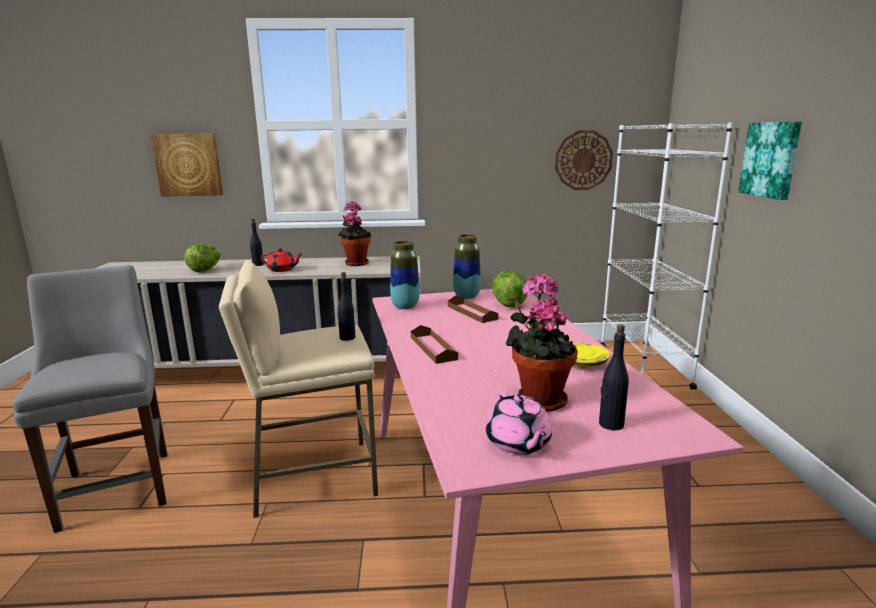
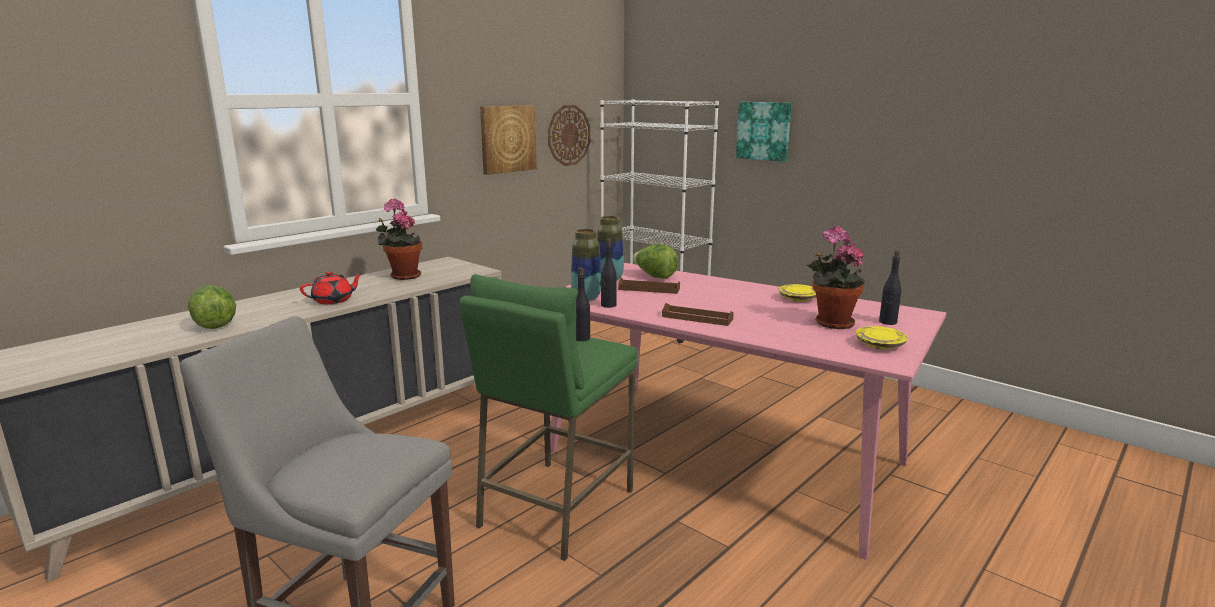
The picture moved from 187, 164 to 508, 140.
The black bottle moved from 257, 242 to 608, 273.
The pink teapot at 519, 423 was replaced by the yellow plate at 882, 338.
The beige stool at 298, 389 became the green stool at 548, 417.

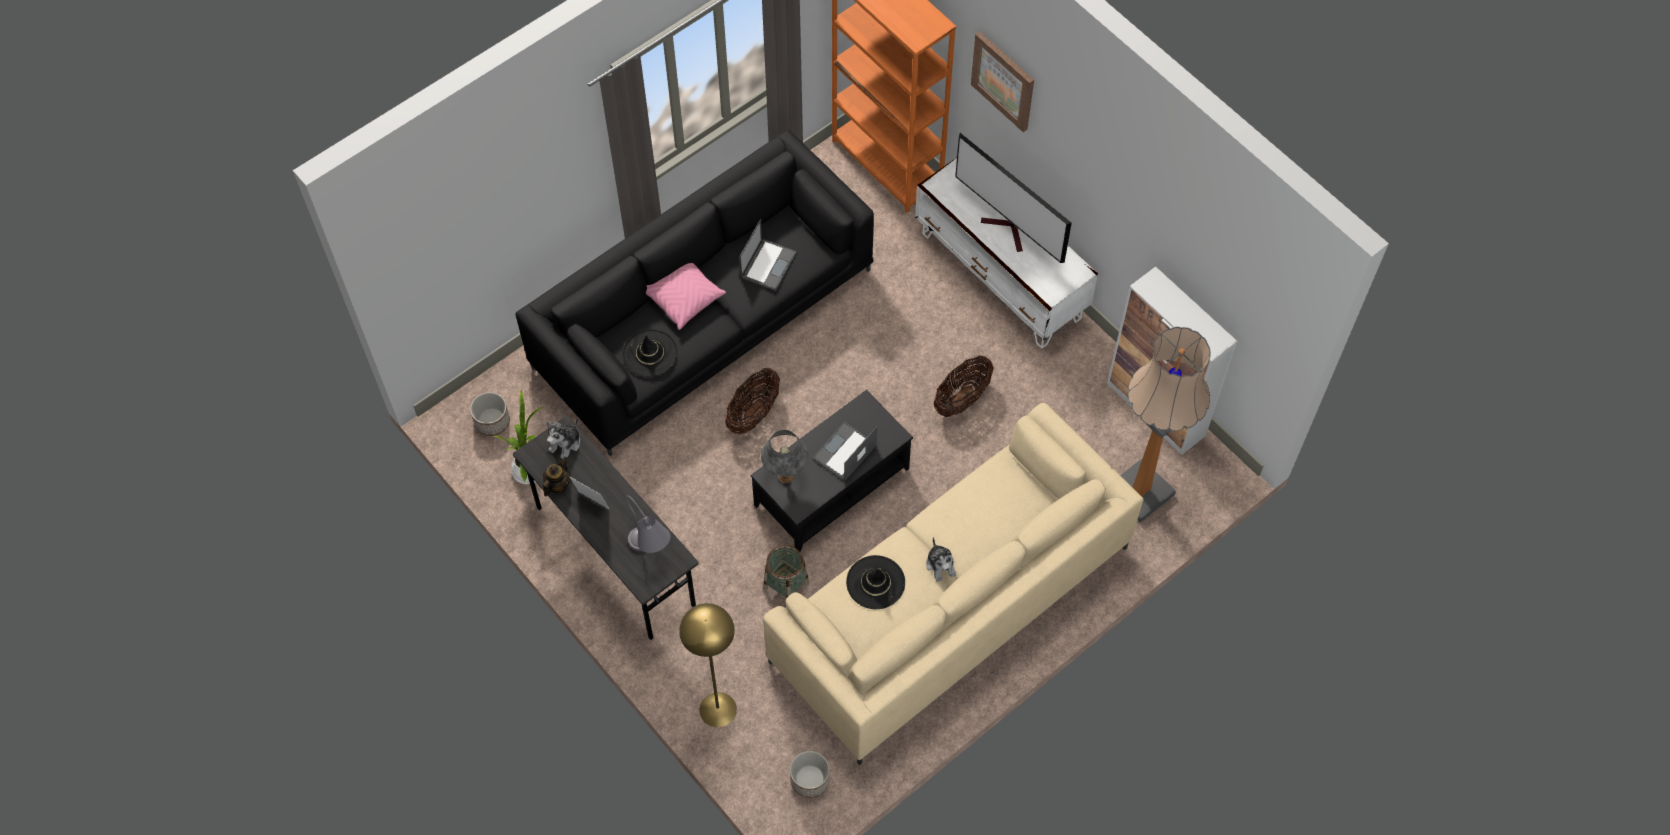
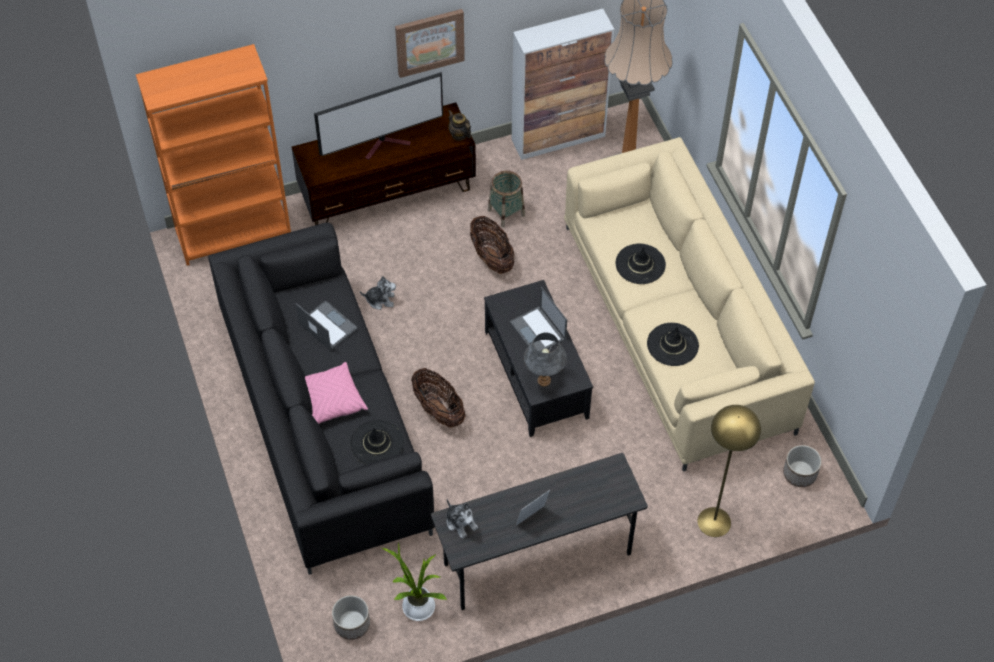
The grey table lamp at 648, 524 disappeared.
The black hat at 641, 264 appeared.
The teapot moved from 556, 476 to 459, 125.
The basket moved from 786, 572 to 506, 199.
The plush toy moved from 941, 559 to 378, 293.
The picture moved from 1002, 81 to 430, 43.
The white tv stand at 1006, 253 became the brown tv stand at 384, 164.

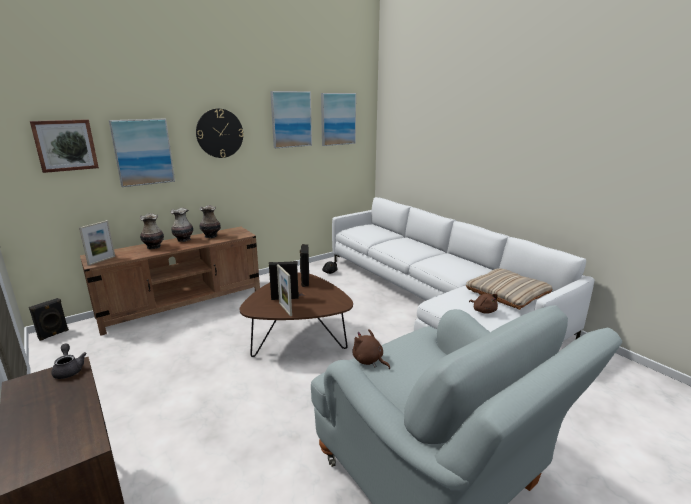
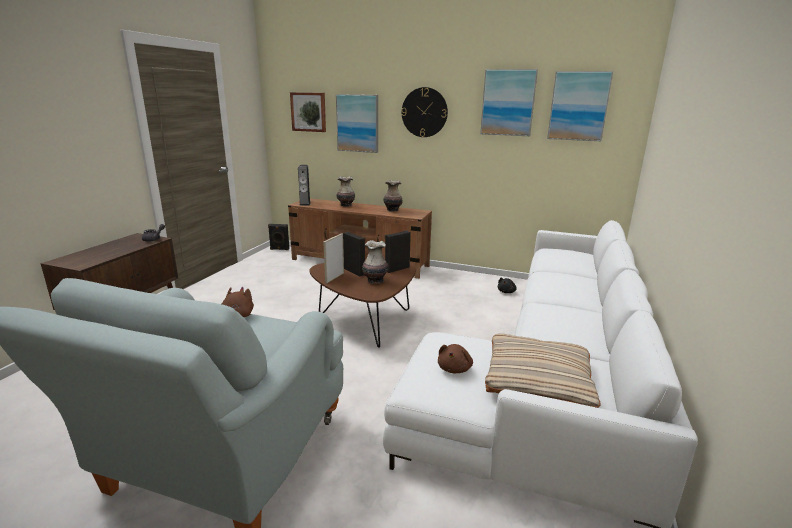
The vase moved from 182, 225 to 375, 262.
The picture frame at 97, 243 was replaced by the speaker at 304, 185.

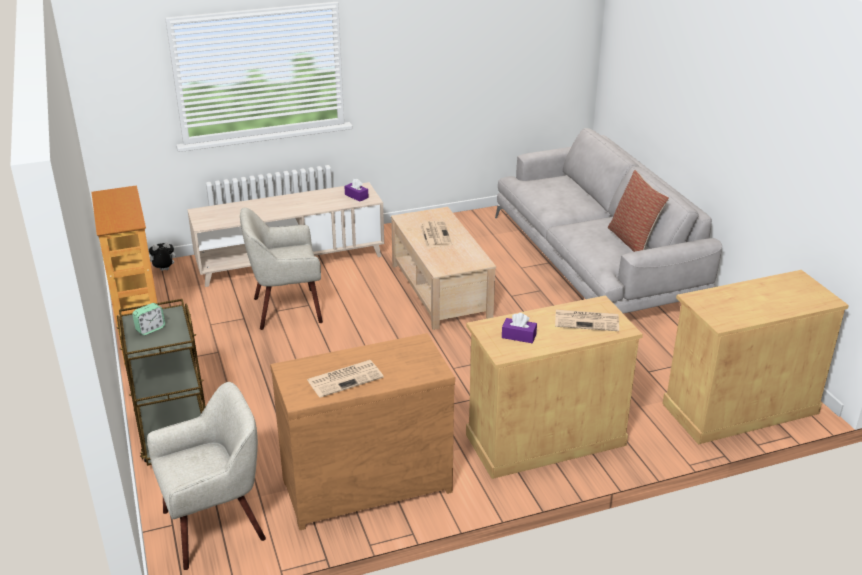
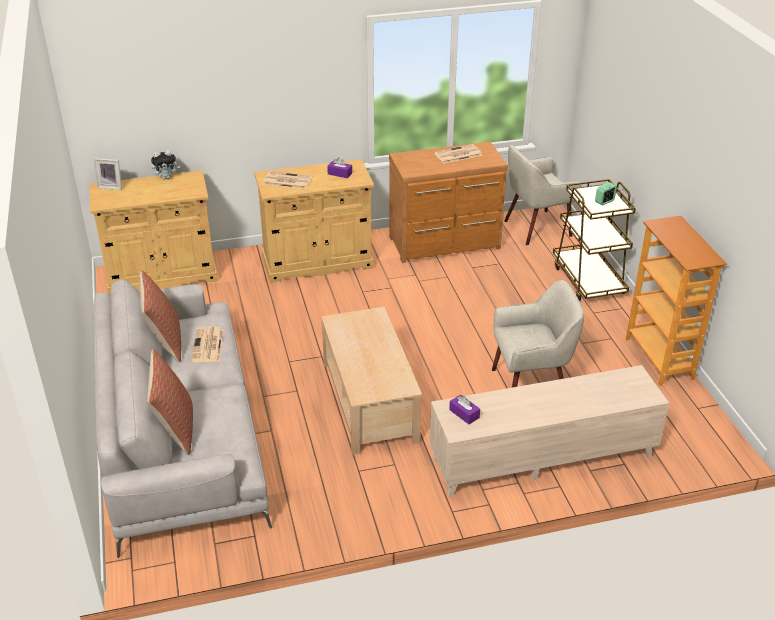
The picture frame at 108, 174 appeared.
The pillow at 170, 402 appeared.
The plush toy moved from 162, 256 to 165, 165.
The newspaper moved from 436, 234 to 207, 344.

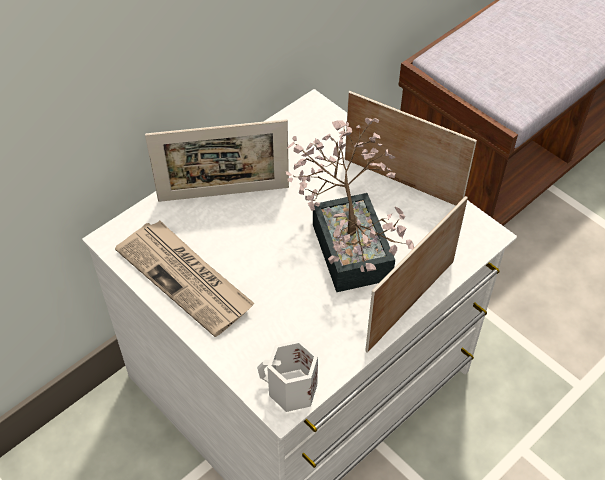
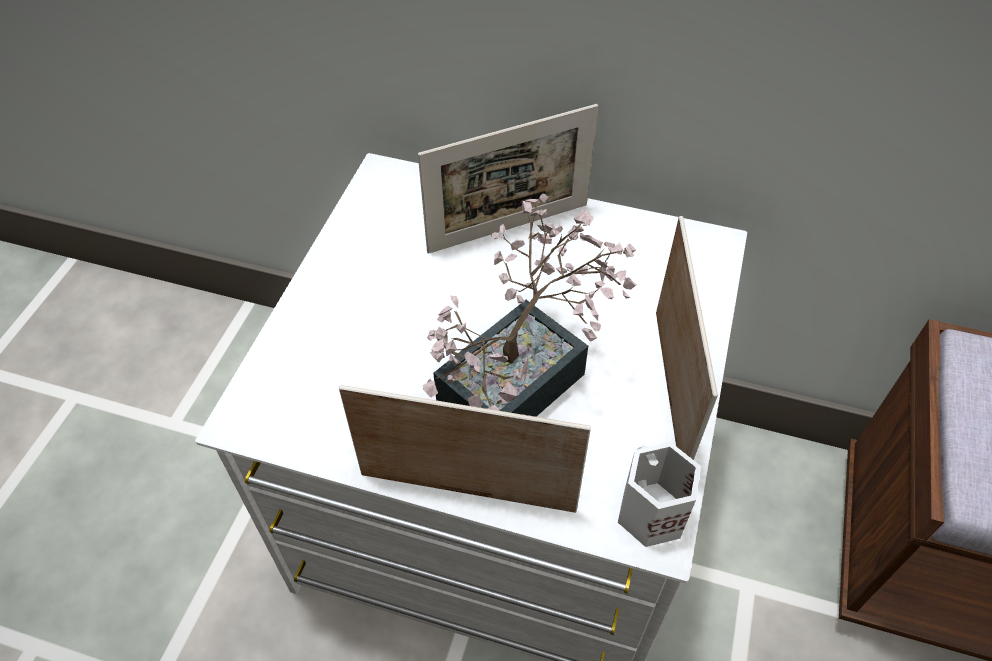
The newspaper at 184, 279 disappeared.
The white mug moved from 287, 376 to 659, 494.
The picture frame at 217, 160 turned 75 degrees counterclockwise.

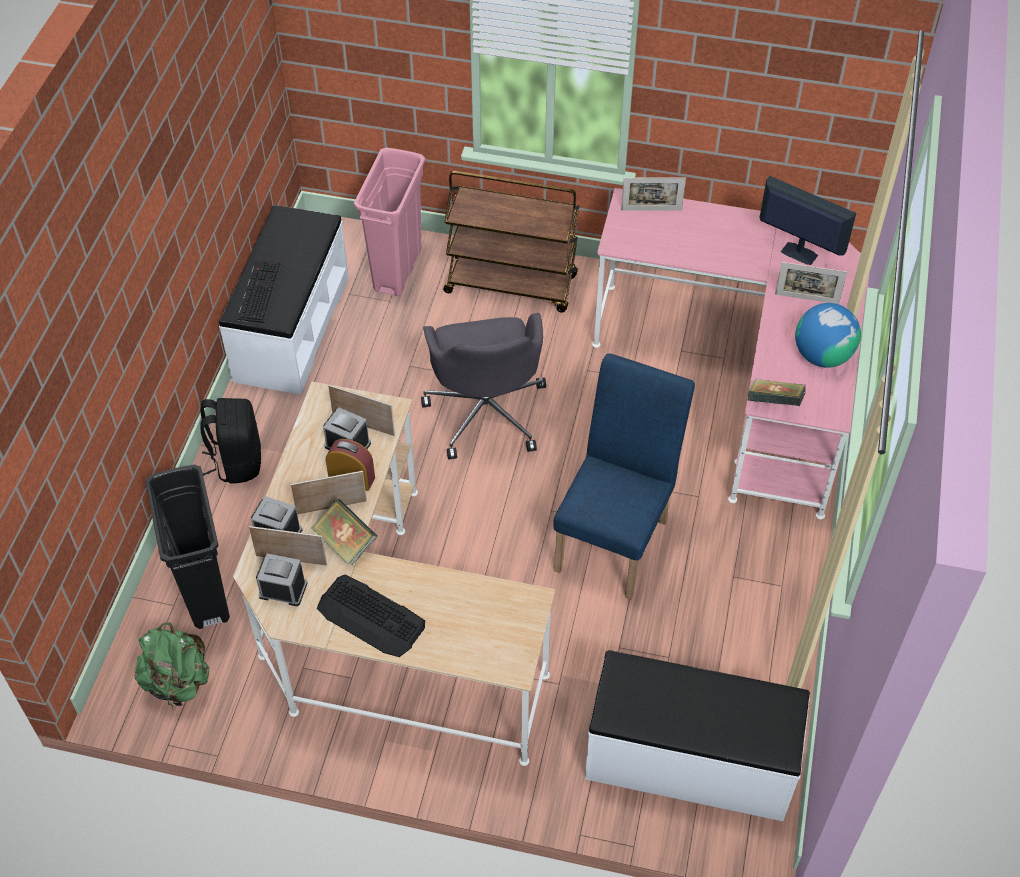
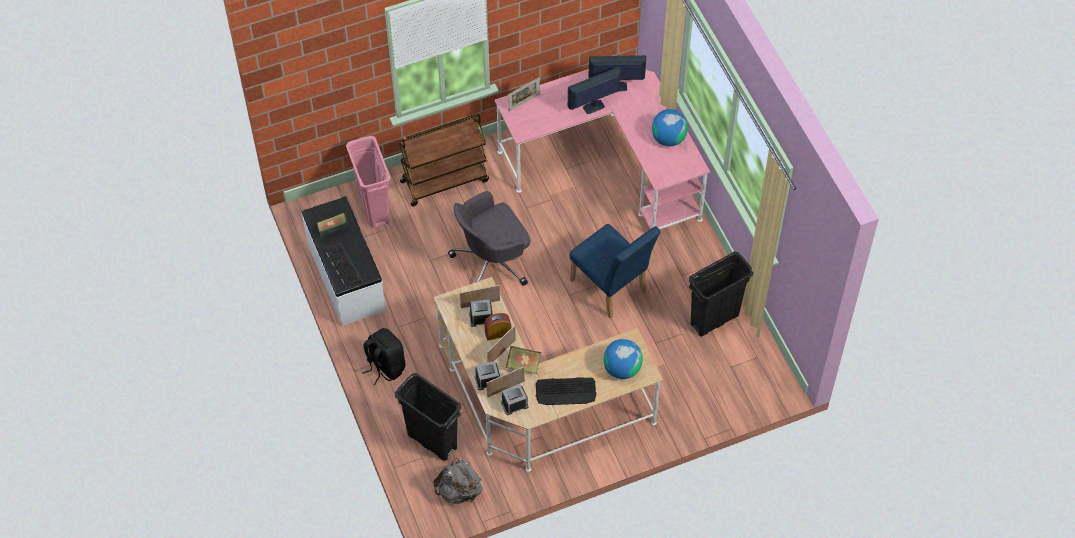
The white bench at 697, 735 disappeared.
The picture frame at 811, 283 disappeared.
The monitor at 594, 90 appeared.
The globe at 623, 359 appeared.
The black trash can at 720, 293 appeared.
The book moved from 777, 392 to 332, 225.
The green backpack at 172, 665 became the grey backpack at 458, 481.
The grey office chair at 483, 386 turned 105 degrees clockwise.
The blue chair at 624, 476 turned 150 degrees clockwise.

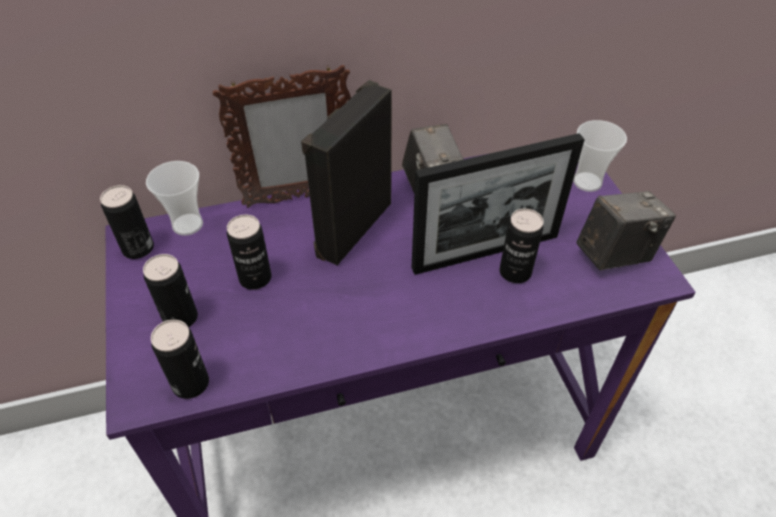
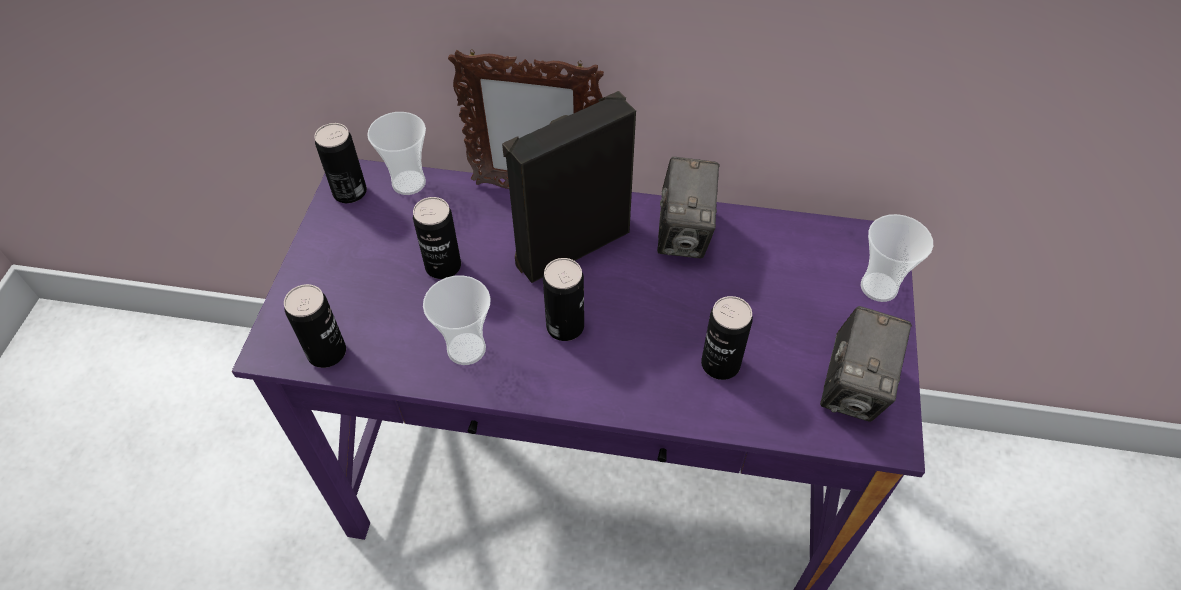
The picture frame at 498, 204 disappeared.
The cup at 457, 320 appeared.
The can moved from 170, 291 to 563, 299.
The photo camera at 626, 230 turned 105 degrees clockwise.

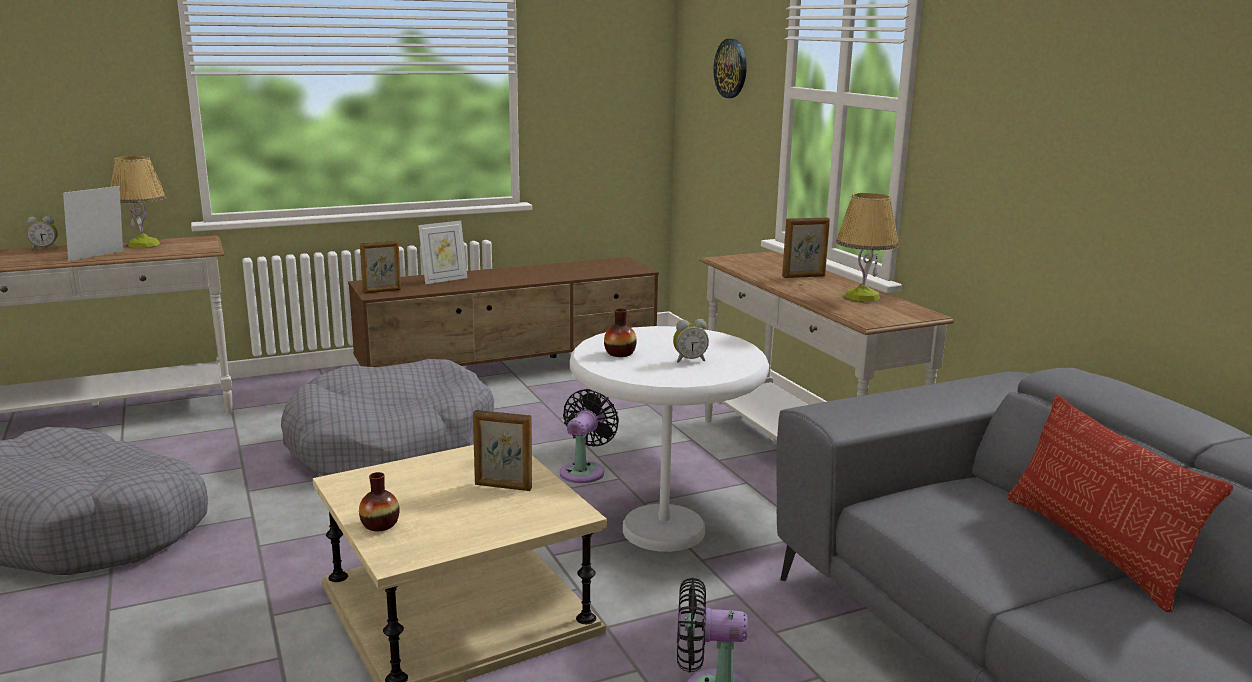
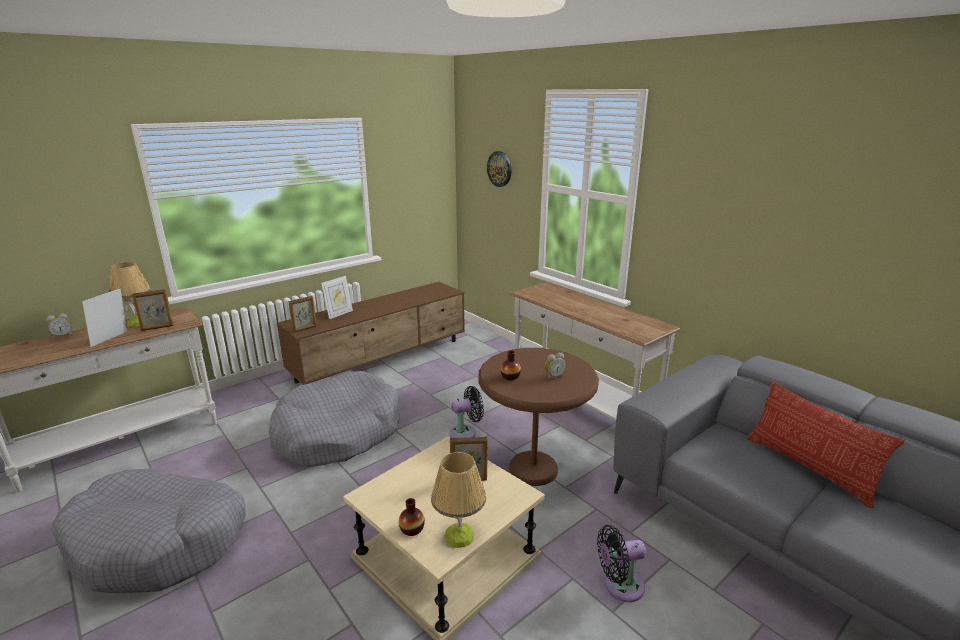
The picture frame moved from 806, 247 to 153, 310.
The table lamp moved from 867, 247 to 458, 500.
The white side table at 669, 439 became the brown side table at 538, 417.
The black fan at 589, 436 turned 60 degrees clockwise.

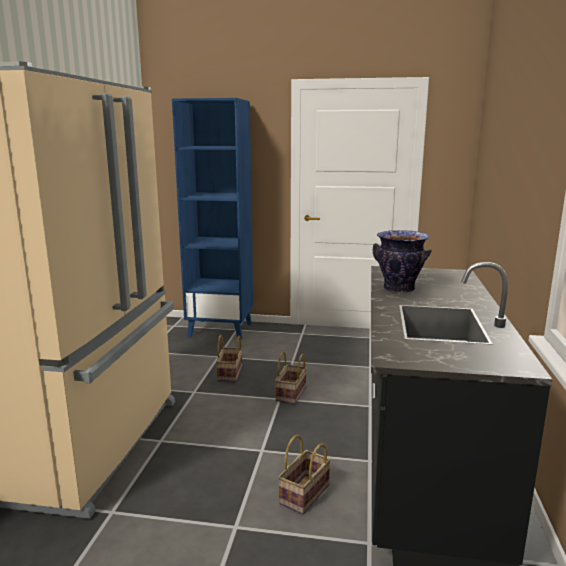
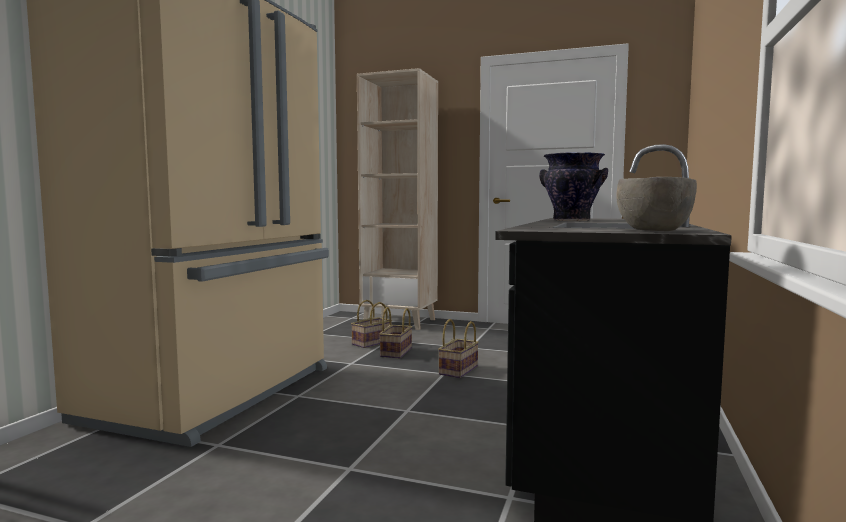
The grey bowl at 656, 204 appeared.
The basket moved from 304, 474 to 371, 324.
The blue bookcase at 212, 219 became the beige bookcase at 397, 199.

